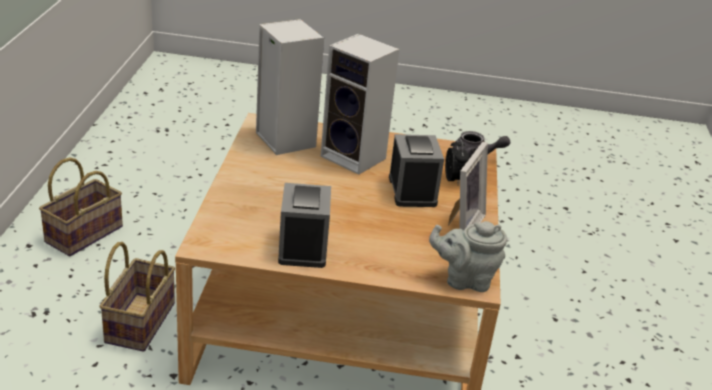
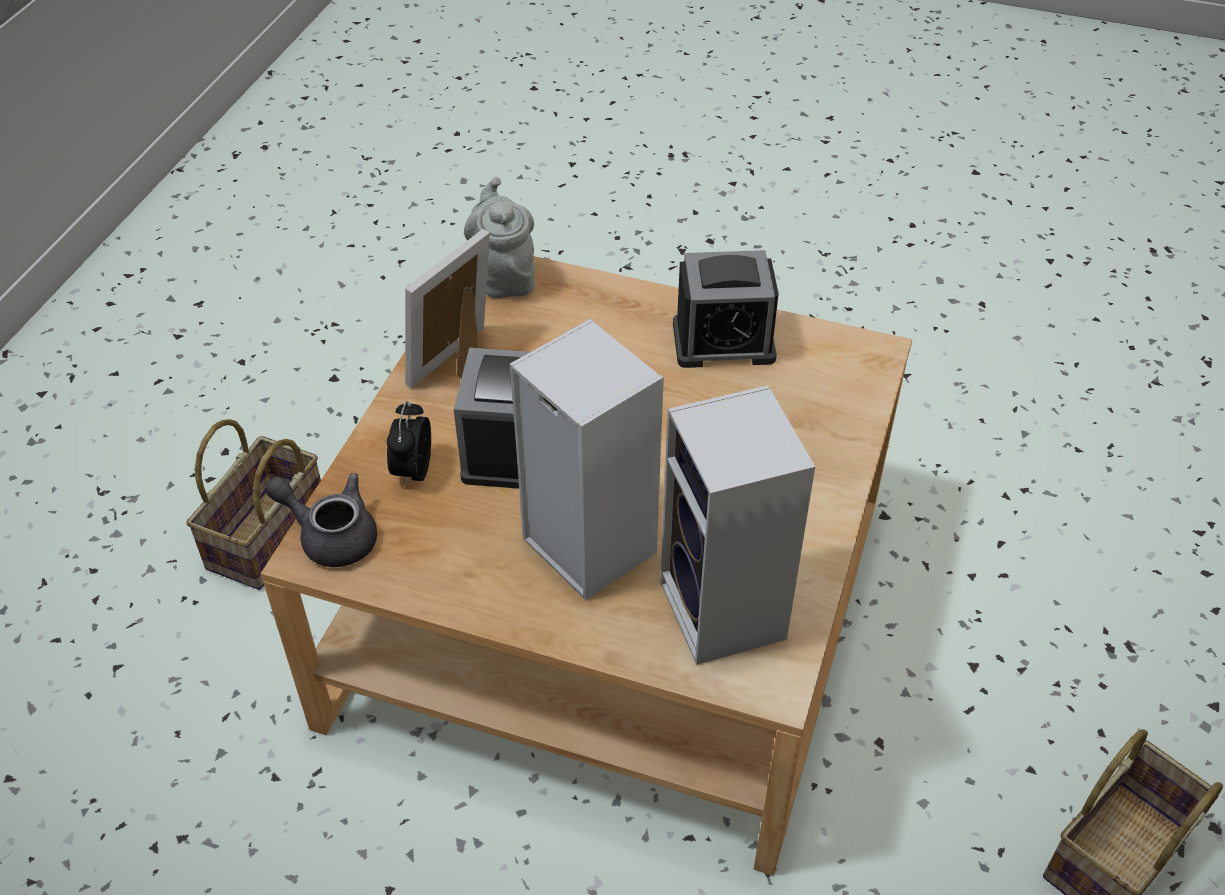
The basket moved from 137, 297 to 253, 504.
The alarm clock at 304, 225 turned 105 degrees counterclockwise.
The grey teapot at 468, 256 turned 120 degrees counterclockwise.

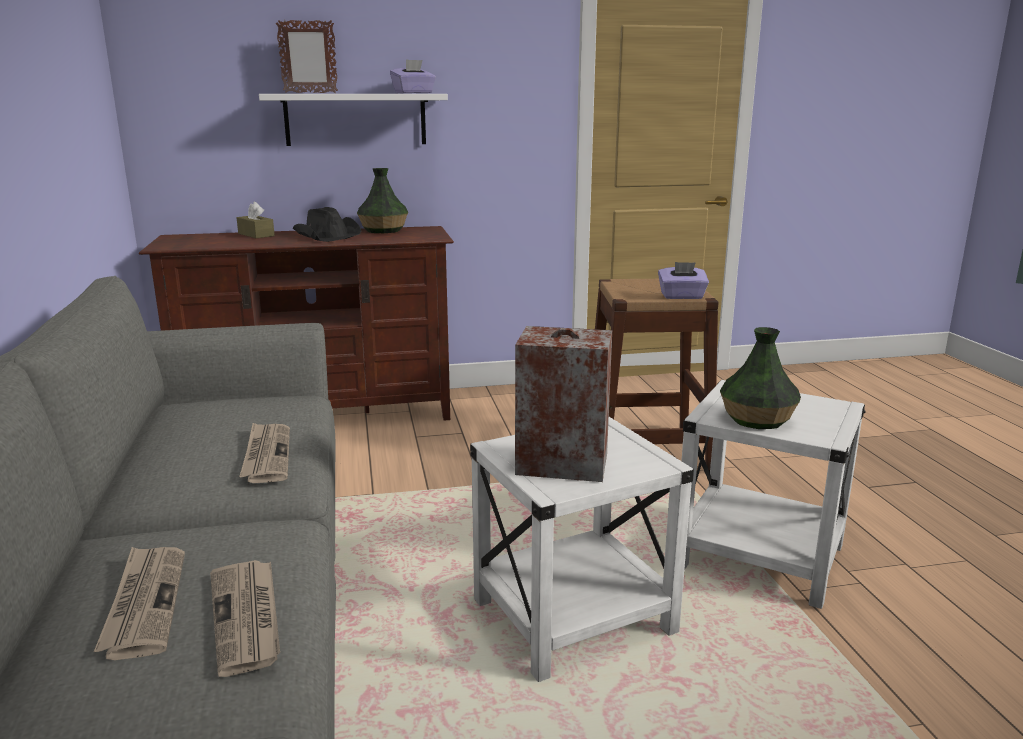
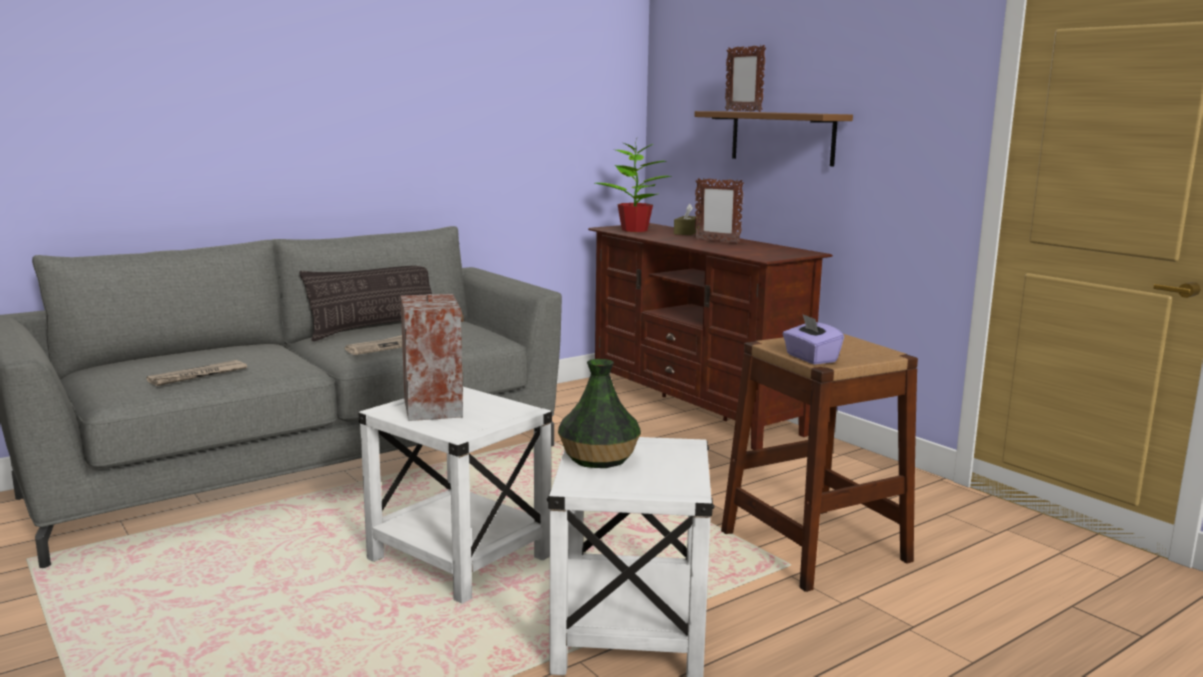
The newspaper at 139, 603 disappeared.
The vase at 382, 200 disappeared.
The purple tissue box at 413, 76 disappeared.
The pillow at 366, 303 appeared.
The potted plant at 633, 187 appeared.
The black hat at 327, 224 was replaced by the picture frame at 719, 211.
The white shelf at 353, 120 became the brown shelf at 773, 138.

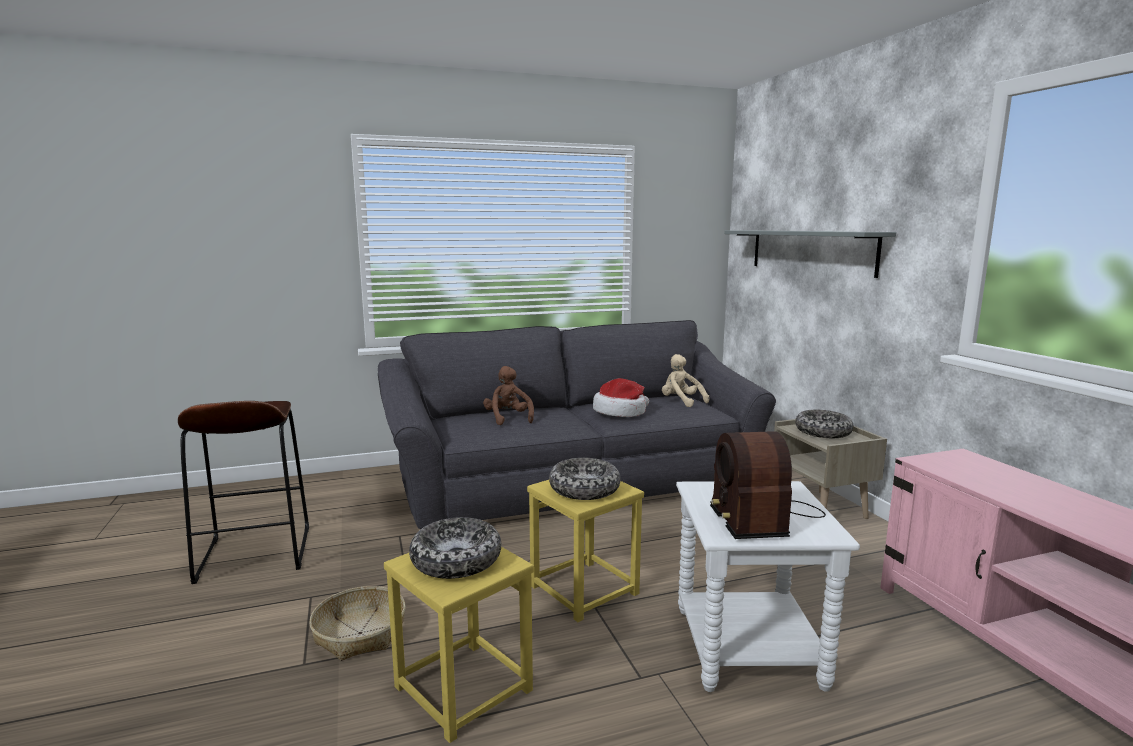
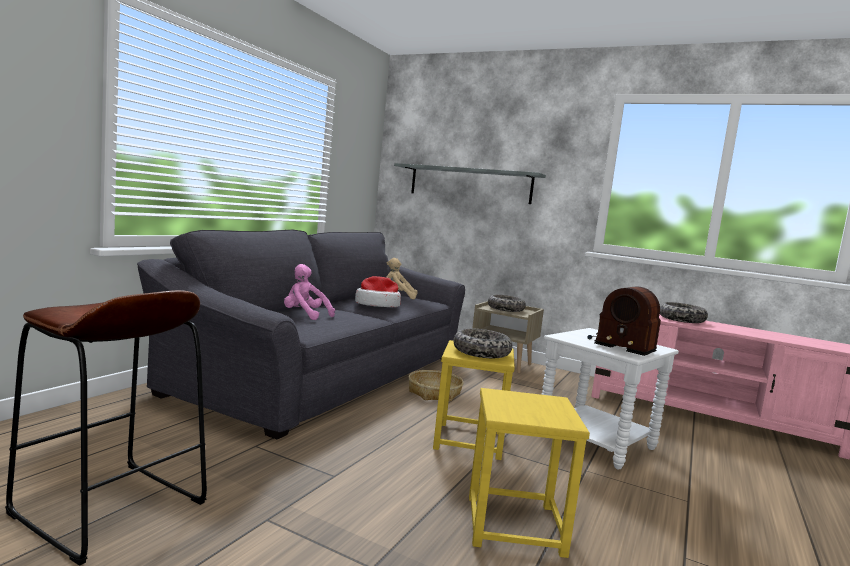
The basket moved from 357, 623 to 436, 386.
The bowl moved from 455, 548 to 684, 312.
The brown plush toy at 508, 395 became the pink plush toy at 309, 292.

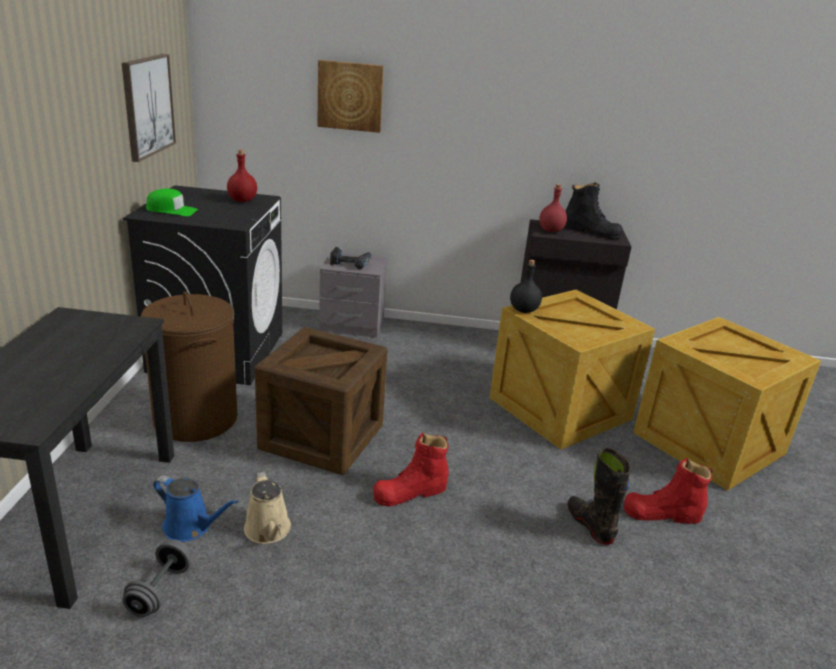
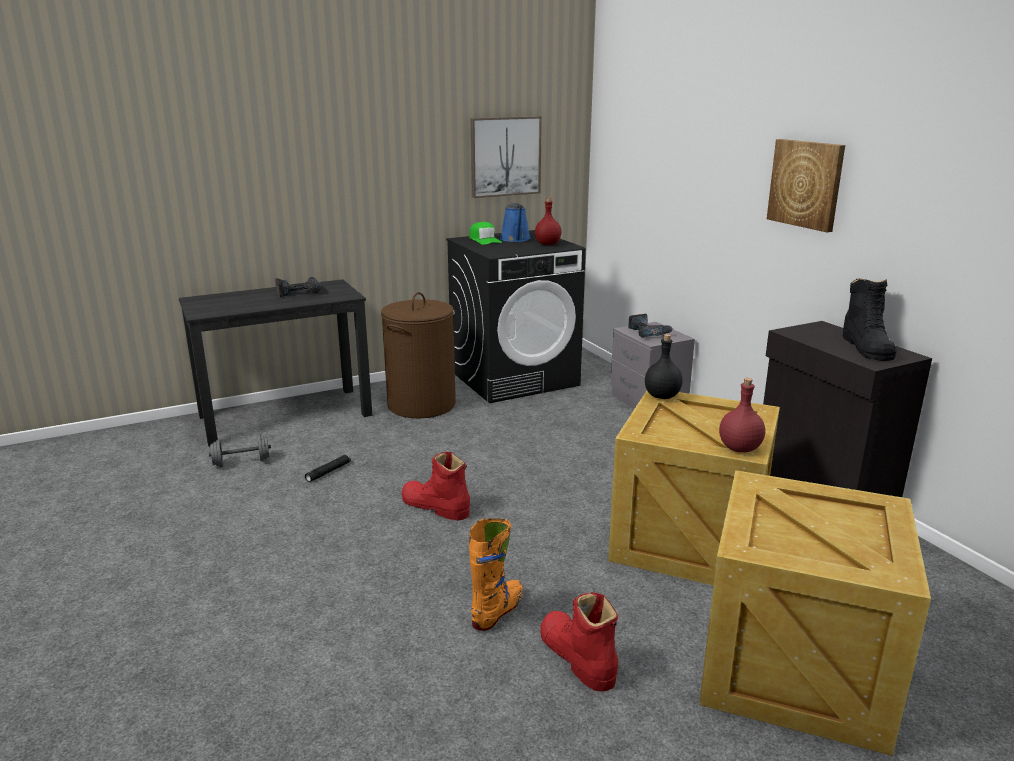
The crate at 321, 401 disappeared.
The power drill at 298, 287 appeared.
The blue watering can moved from 196, 508 to 515, 222.
The picture moved from 350, 96 to 806, 185.
The red bottle moved from 553, 208 to 742, 415.
The beige watering can at 267, 507 was replaced by the black flashlight at 328, 468.
The black boot at 599, 496 became the orange boot at 496, 574.

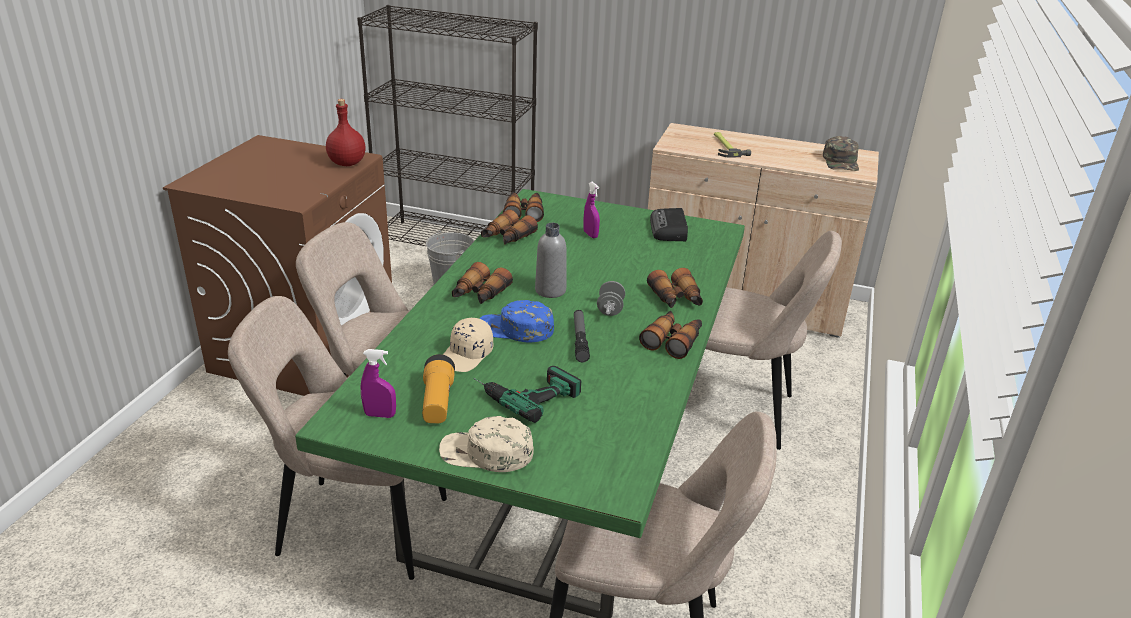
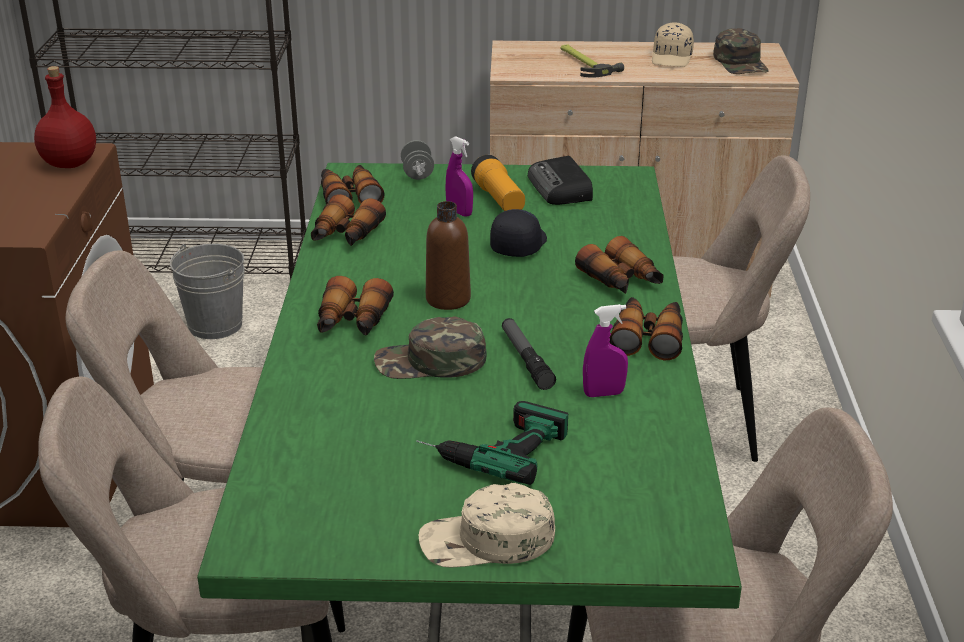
The black cap at 518, 233 appeared.
The purple spray bottle moved from 378, 383 to 605, 350.
The flashlight moved from 438, 389 to 498, 183.
The beige cap moved from 468, 345 to 673, 44.
The grey dumbbell moved from 611, 298 to 417, 160.
The blue cap at 517, 321 became the green cap at 430, 348.
The grey bottle at 550, 260 became the brown bottle at 448, 255.

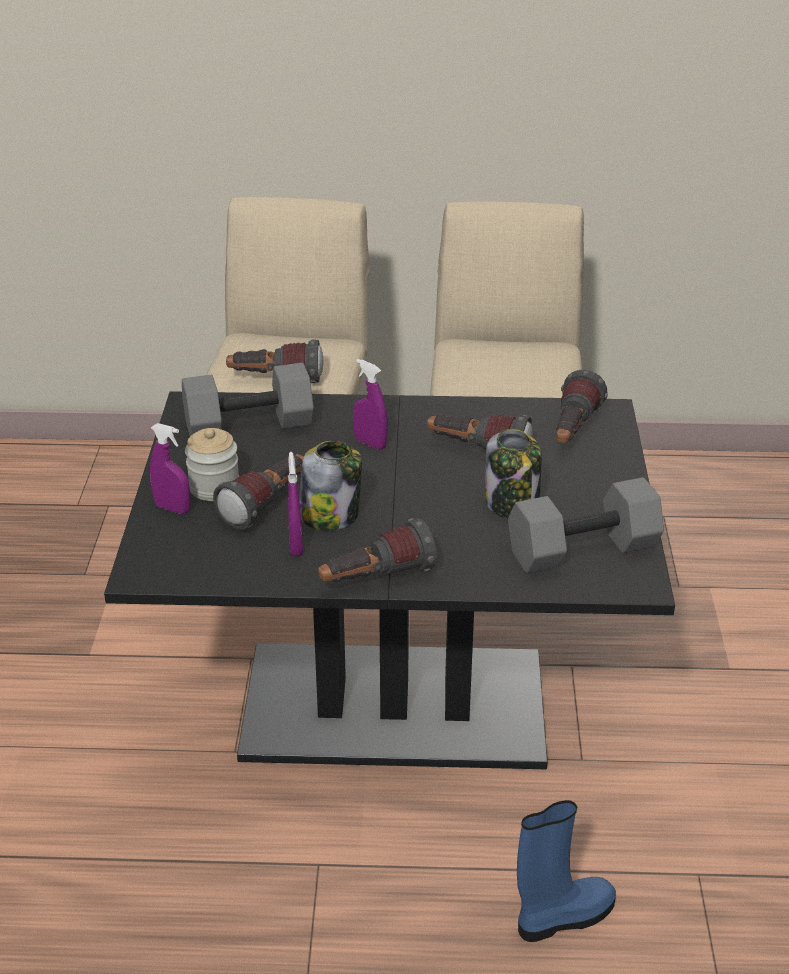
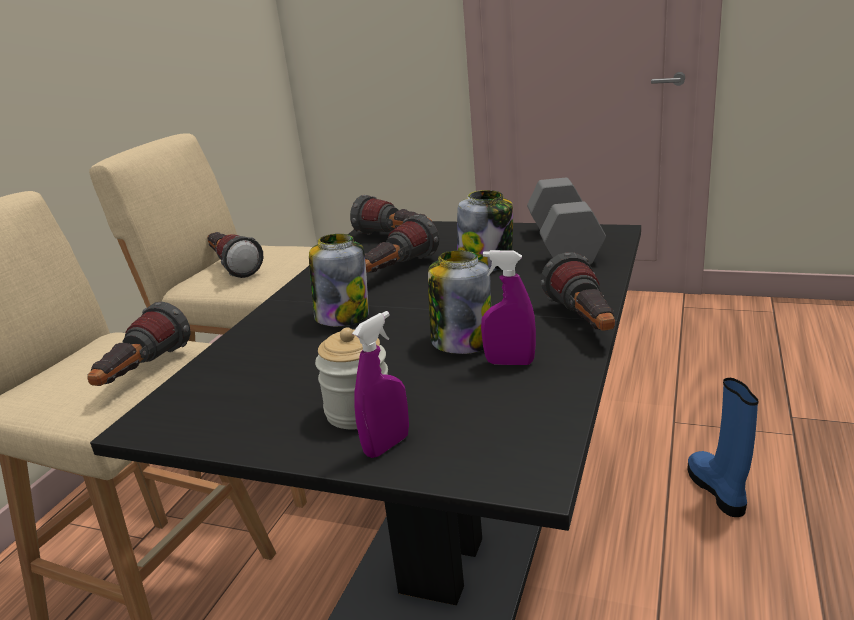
The grey dumbbell at 248, 399 disappeared.
The flashlight moved from 258, 492 to 235, 255.
The purple spray bottle at 370, 404 was replaced by the jar at 339, 280.

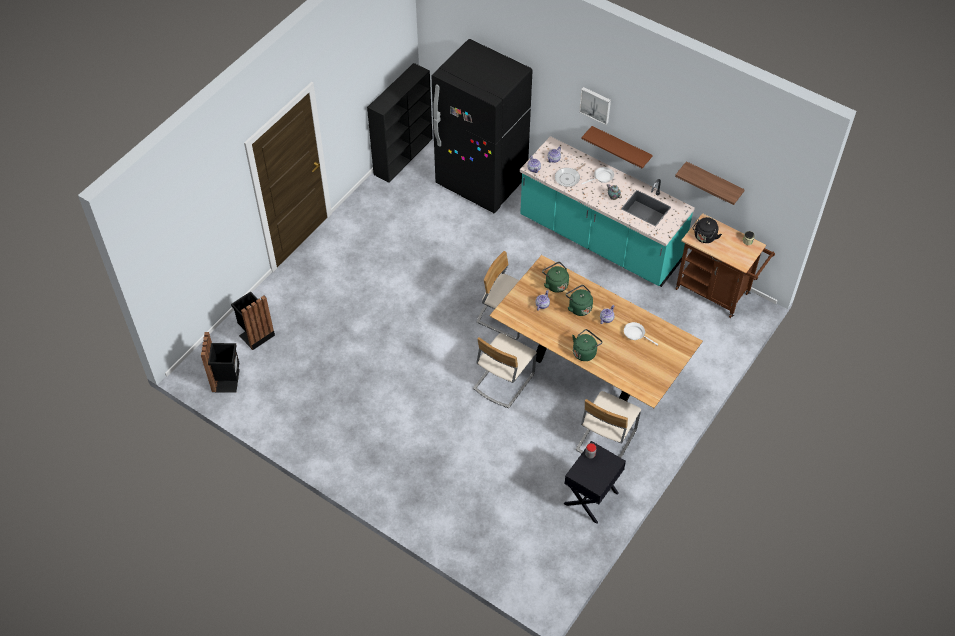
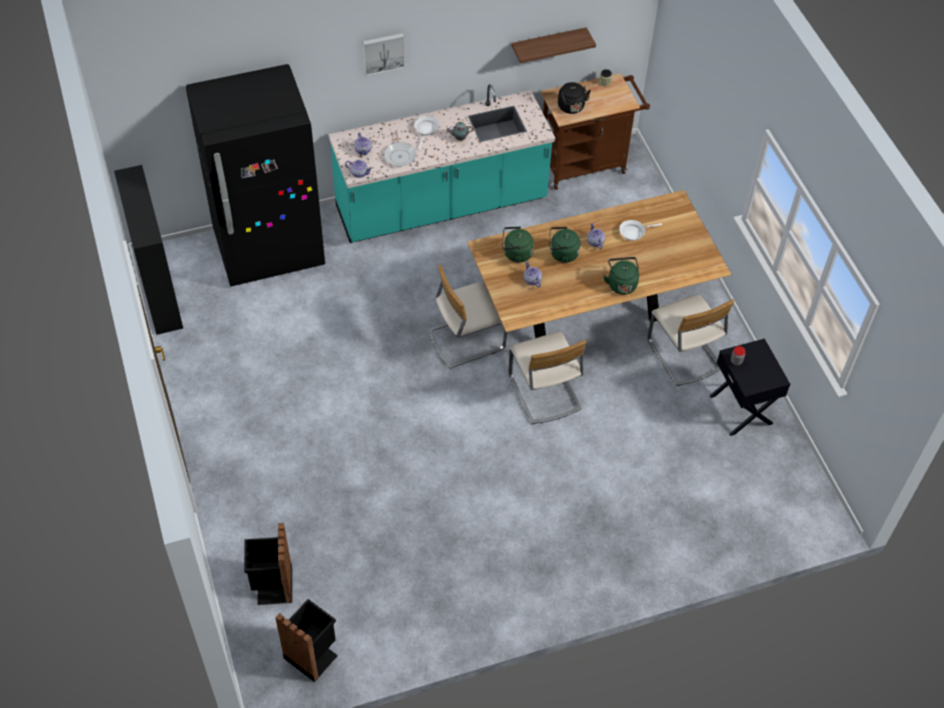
The brown shelf at 617, 147 disappeared.

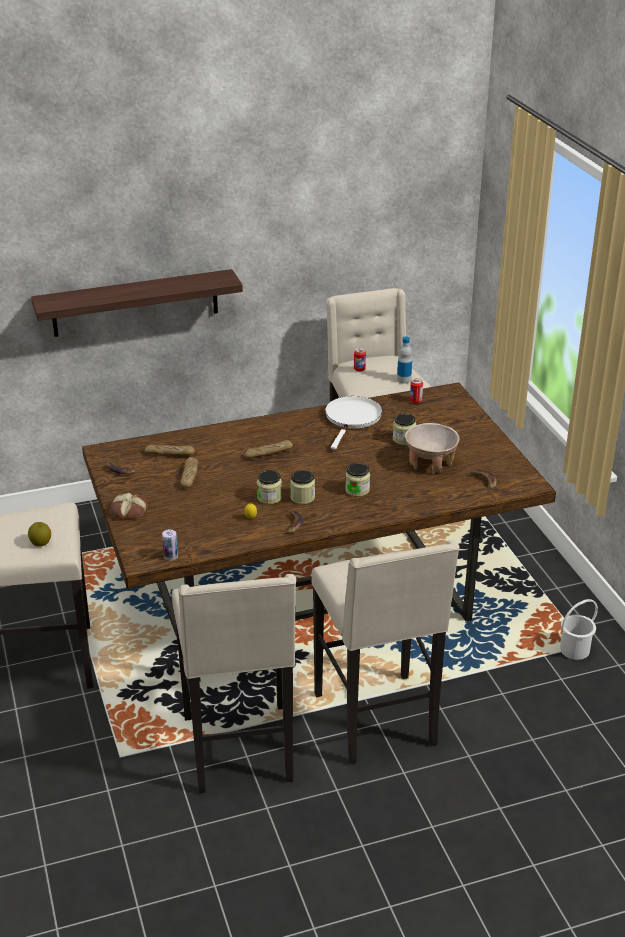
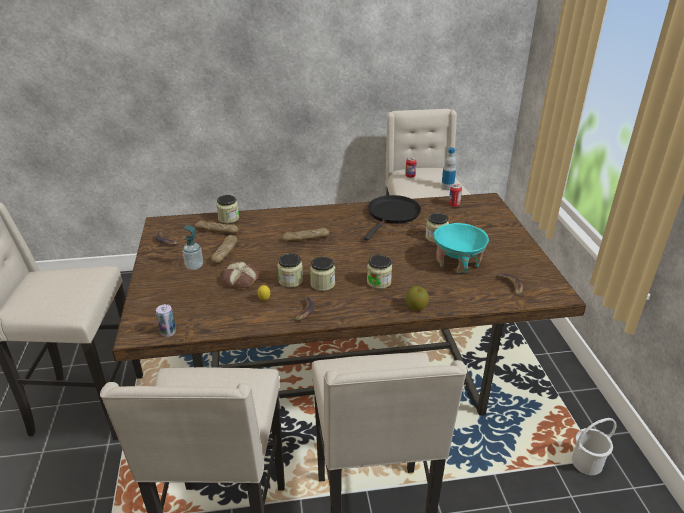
The shelf at 137, 303 disappeared.
The soap dispenser at 192, 247 appeared.
The jar at 227, 209 appeared.
The apple moved from 39, 534 to 417, 298.
The bread moved from 129, 506 to 240, 275.
The white frying pan at 353, 422 became the black frying pan at 392, 218.
The beige bowl at 432, 448 became the turquoise bowl at 461, 248.

